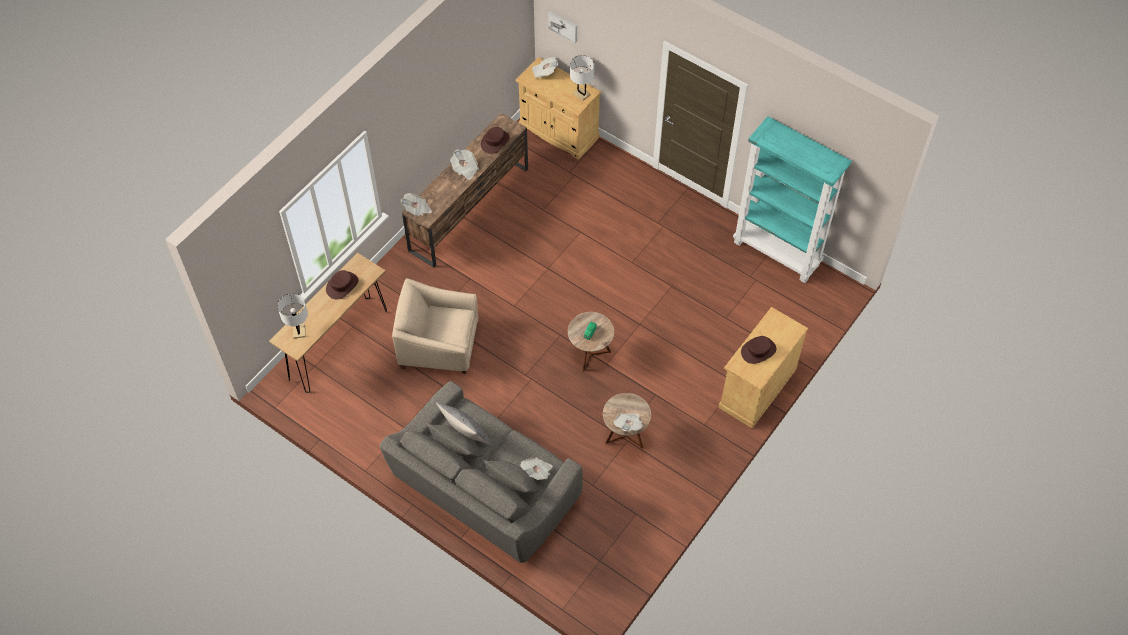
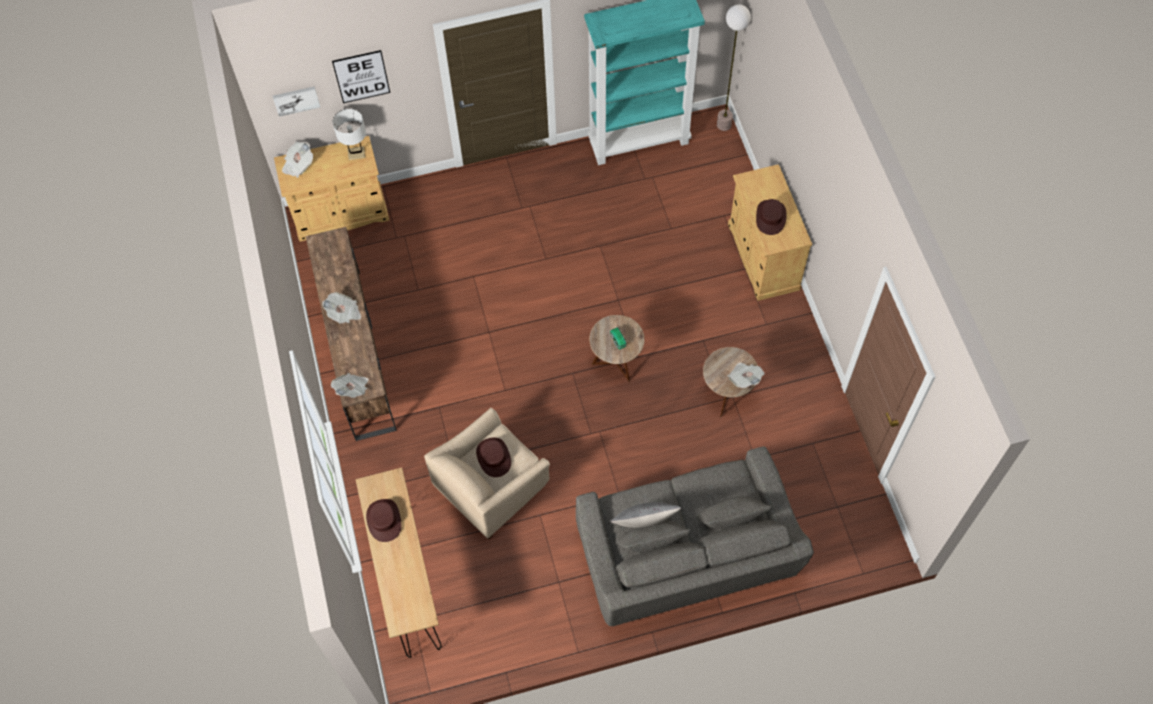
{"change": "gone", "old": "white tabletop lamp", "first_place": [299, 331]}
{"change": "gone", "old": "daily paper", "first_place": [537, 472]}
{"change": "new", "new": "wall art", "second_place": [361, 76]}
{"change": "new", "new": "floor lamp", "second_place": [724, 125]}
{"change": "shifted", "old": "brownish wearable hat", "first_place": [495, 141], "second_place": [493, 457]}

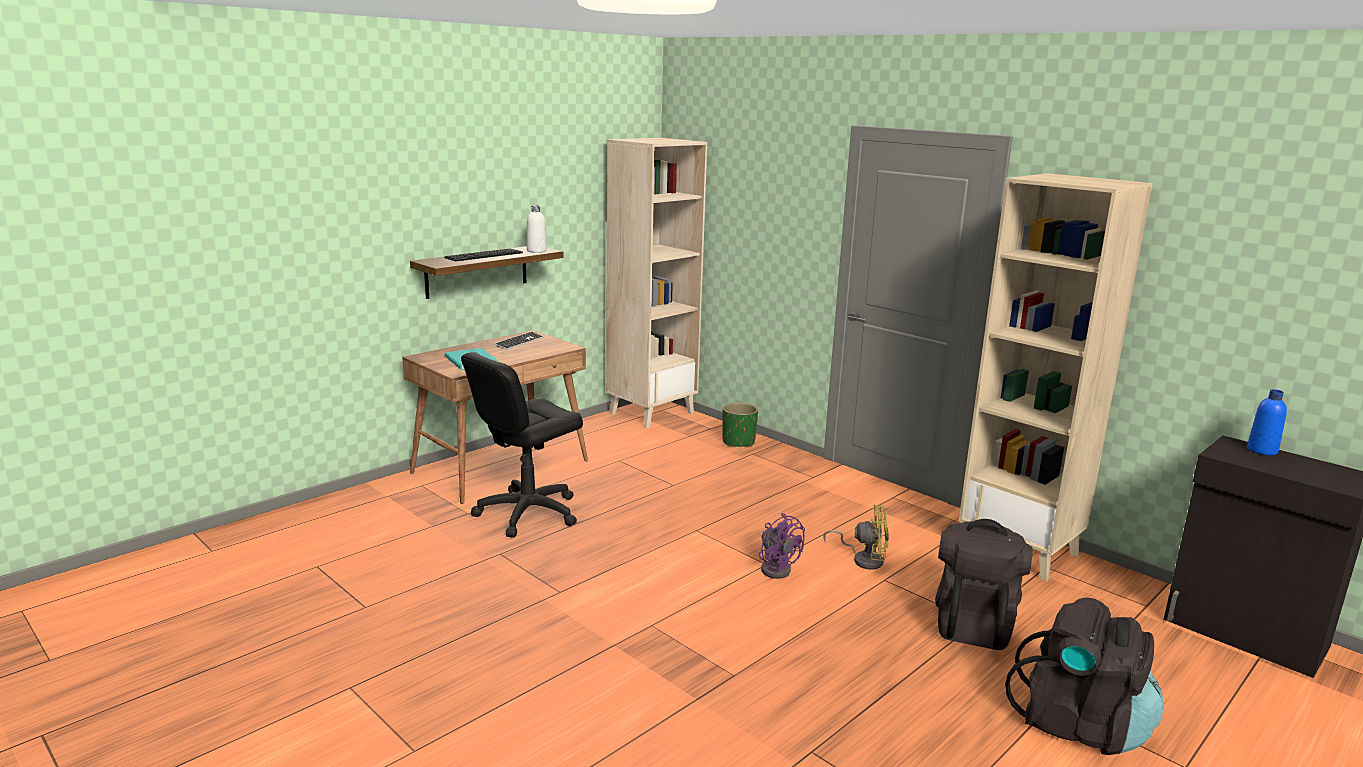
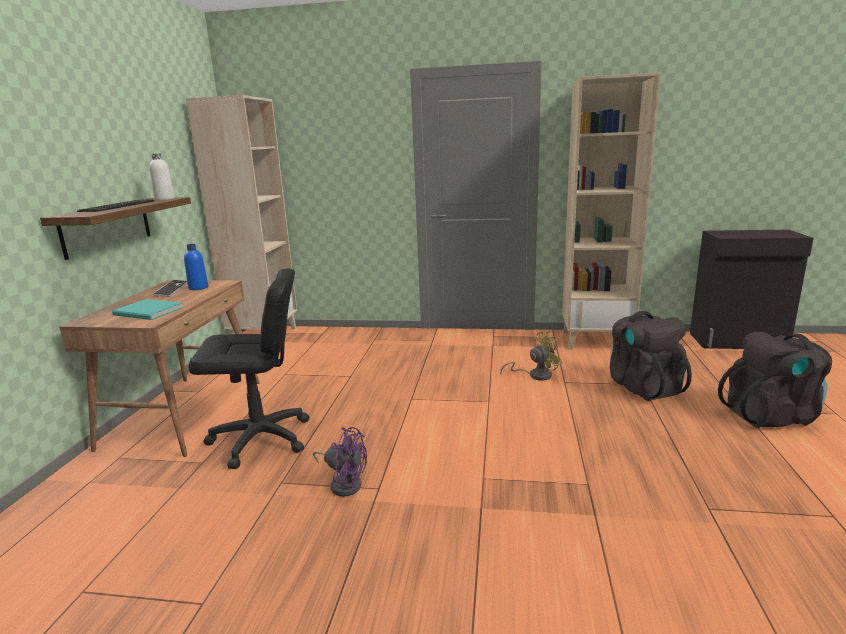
{"change": "gone", "old": "green-coloured plant pot", "first_place": [738, 442]}
{"change": "shifted", "old": "purple cooling fan", "first_place": [776, 568], "second_place": [344, 483]}
{"change": "shifted", "old": "bluish bottle", "first_place": [1262, 450], "second_place": [198, 288]}
{"change": "rotated", "old": "black-coloured computer chair", "first_place": [527, 513], "second_place": [260, 439], "degrees": -105}

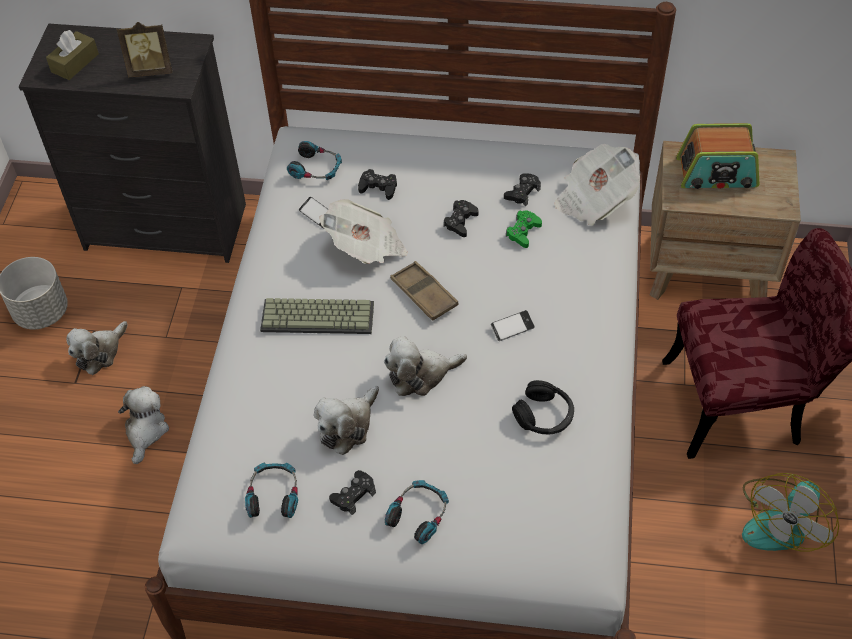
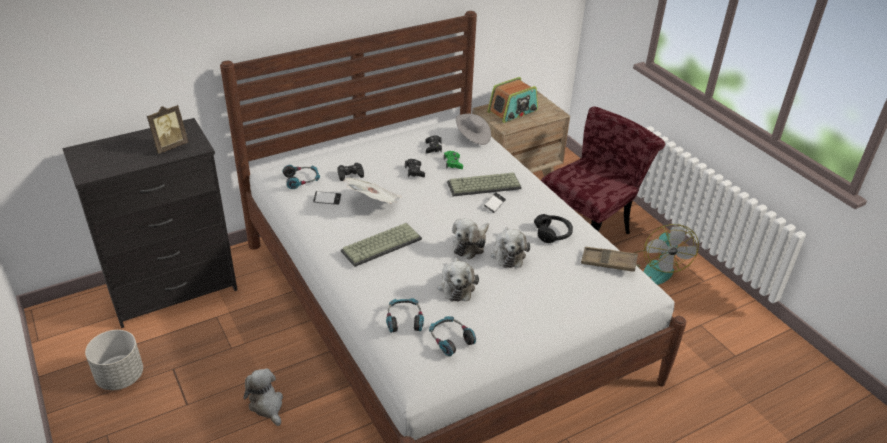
{"change": "gone", "old": "brownish tissue box", "first_place": [75, 63]}
{"change": "gone", "old": "black-coloured joypad", "first_place": [353, 495]}
{"change": "new", "new": "computer keyboard", "second_place": [483, 186]}
{"change": "shifted", "old": "soft toy", "first_place": [100, 353], "second_place": [508, 254]}
{"change": "shifted", "old": "headset", "first_place": [419, 515], "second_place": [404, 320]}
{"change": "shifted", "old": "brownish serving tray", "first_place": [424, 294], "second_place": [608, 262]}
{"change": "swapped", "old": "daily paper", "new": "grey wearable hat", "first_place": [594, 199], "second_place": [473, 137]}

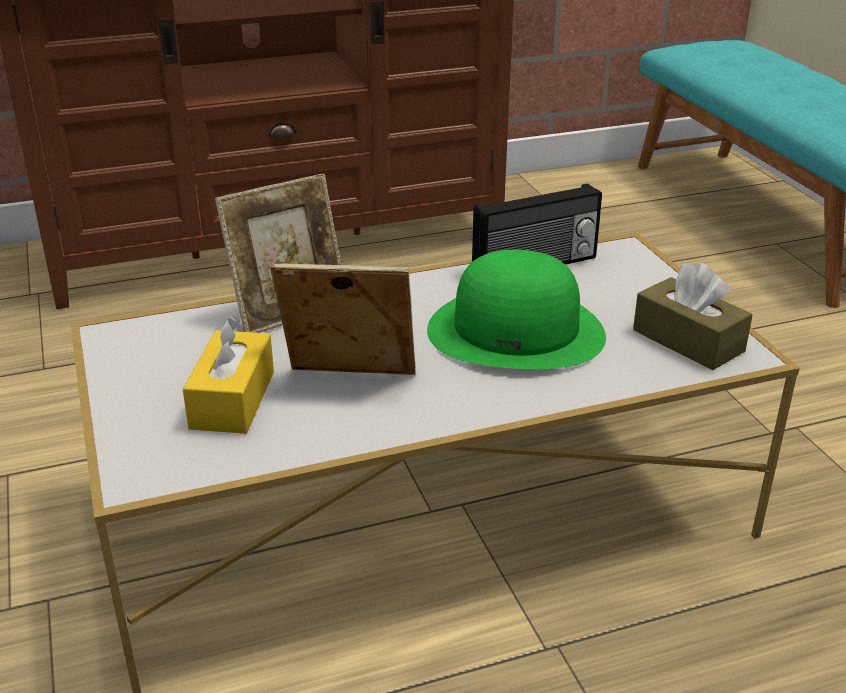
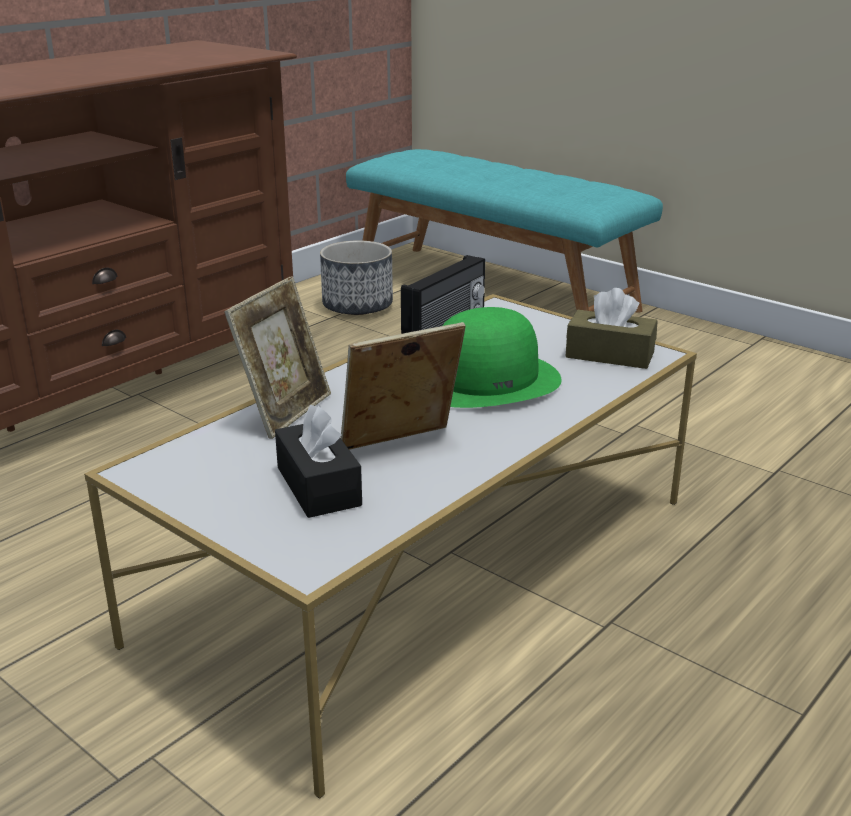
{"change": "new", "new": "plant pot", "second_place": [358, 306]}
{"change": "repainted", "old": "yellow-coloured tissue box", "new": "black-coloured tissue box", "first_place": [232, 400], "second_place": [318, 486]}

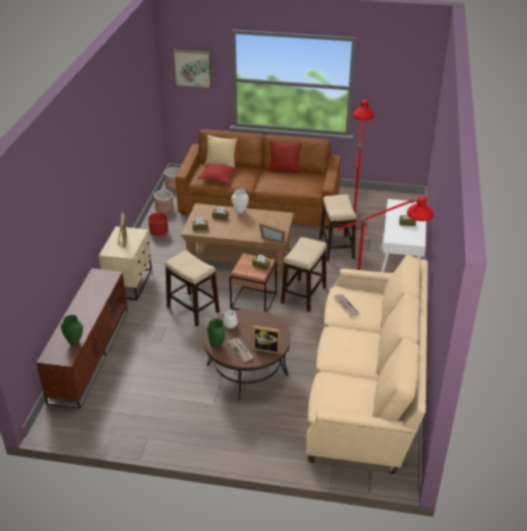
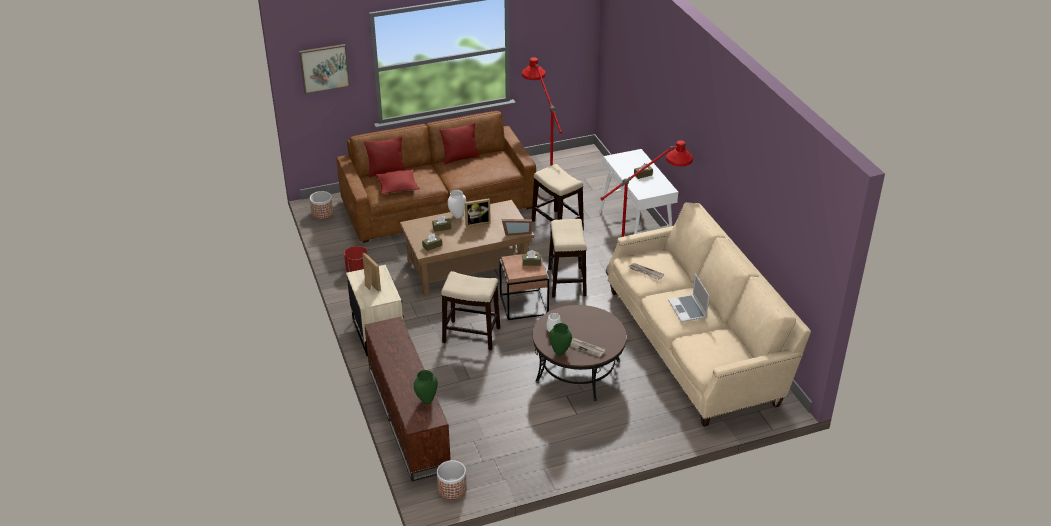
{"change": "new", "new": "portable computer", "second_place": [688, 309]}
{"change": "shifted", "old": "plant pot", "first_place": [164, 208], "second_place": [452, 489]}
{"change": "shifted", "old": "picture frame", "first_place": [267, 348], "second_place": [477, 222]}
{"change": "repainted", "old": "sand-coloured cushion", "new": "red-coloured cushion", "first_place": [221, 164], "second_place": [386, 172]}

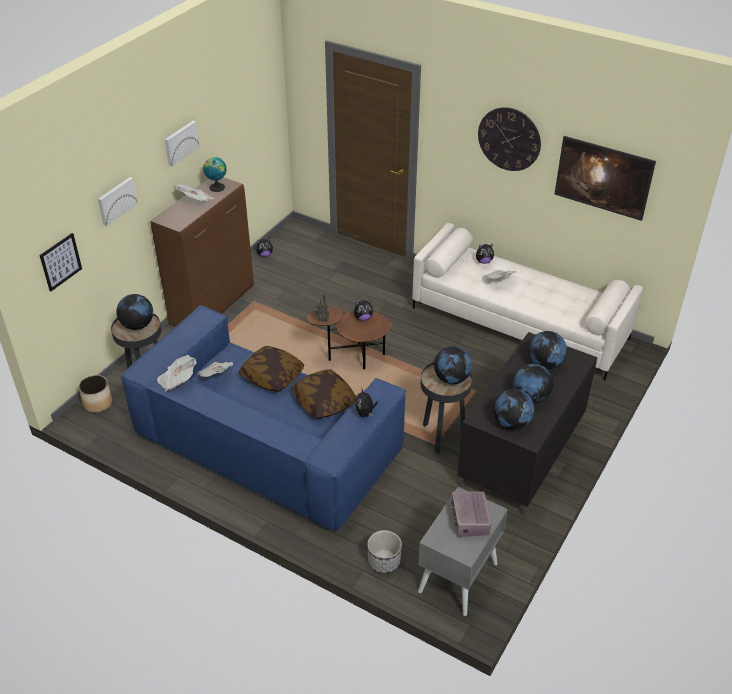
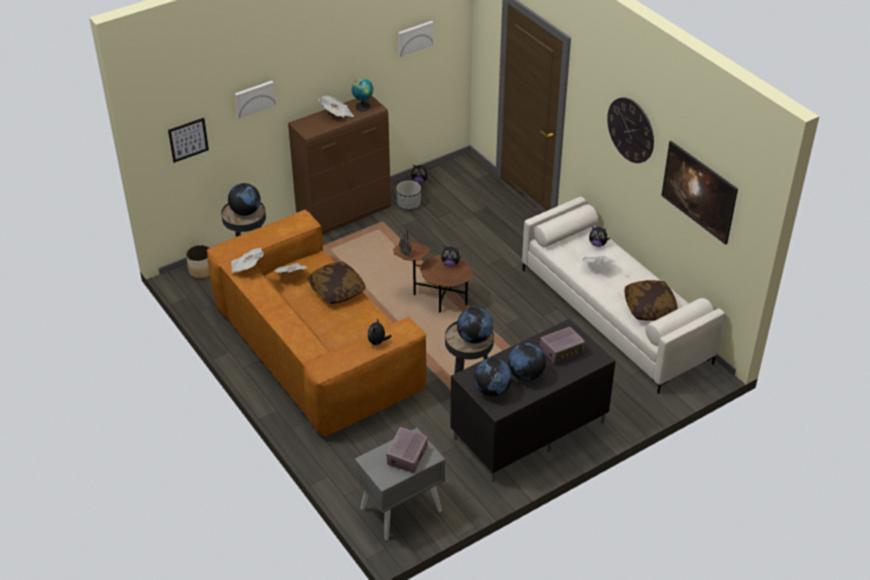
{"change": "shifted", "old": "wall art", "first_place": [180, 142], "second_place": [414, 38]}
{"change": "shifted", "old": "cushion", "first_place": [324, 402], "second_place": [649, 308]}
{"change": "shifted", "old": "plant pot", "first_place": [384, 561], "second_place": [408, 204]}
{"change": "swapped", "old": "globe", "new": "radio", "first_place": [545, 364], "second_place": [561, 351]}
{"change": "repainted", "old": "bluish sofa", "new": "brownish sofa", "first_place": [267, 442], "second_place": [316, 347]}

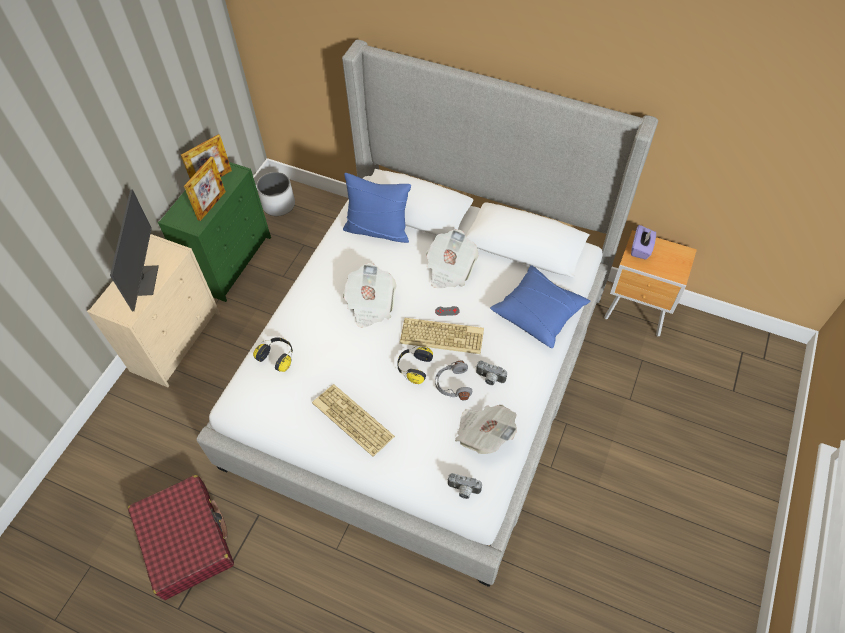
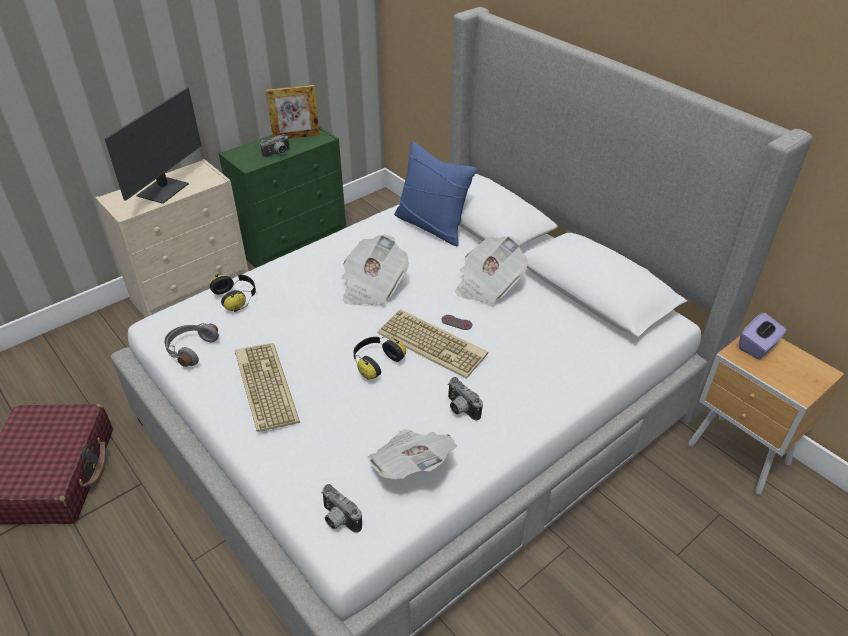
{"change": "gone", "old": "white plant pot", "first_place": [279, 205]}
{"change": "gone", "old": "bluish cushion", "first_place": [539, 313]}
{"change": "shifted", "old": "grey headset", "first_place": [452, 384], "second_place": [190, 349]}
{"change": "swapped", "old": "picture frame", "new": "photo camera", "first_place": [211, 205], "second_place": [278, 154]}

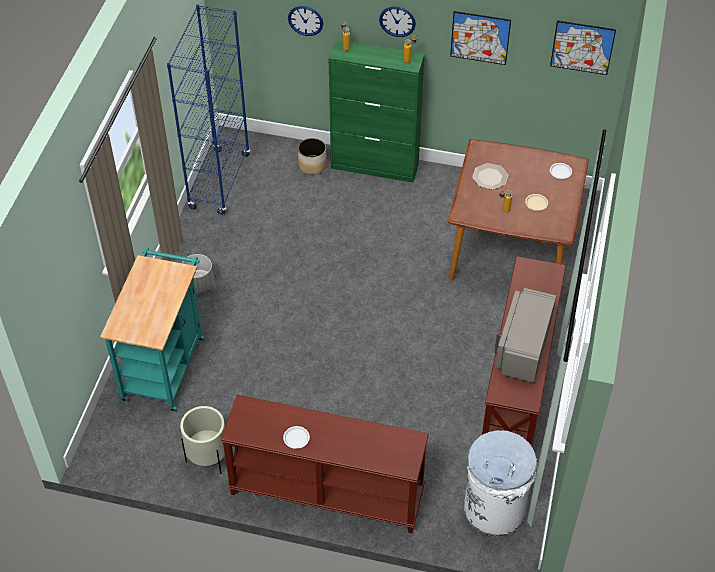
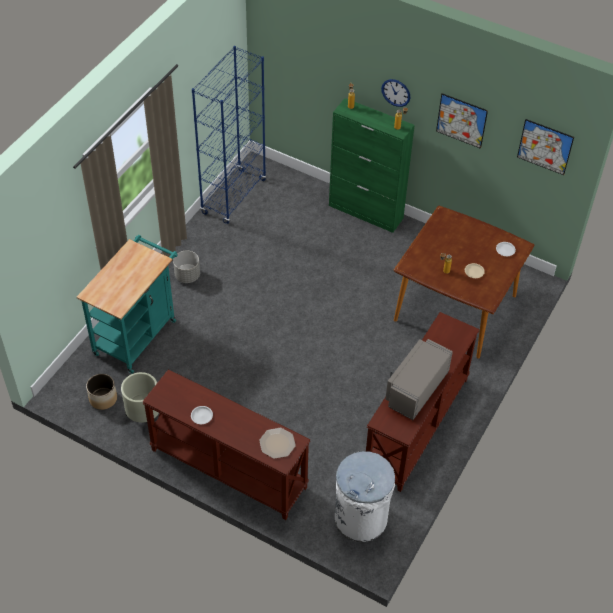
{"change": "gone", "old": "clock on the wall", "first_place": [305, 20]}
{"change": "shifted", "old": "plant pot", "first_place": [312, 165], "second_place": [103, 398]}
{"change": "shifted", "old": "flat dish", "first_place": [489, 177], "second_place": [277, 443]}

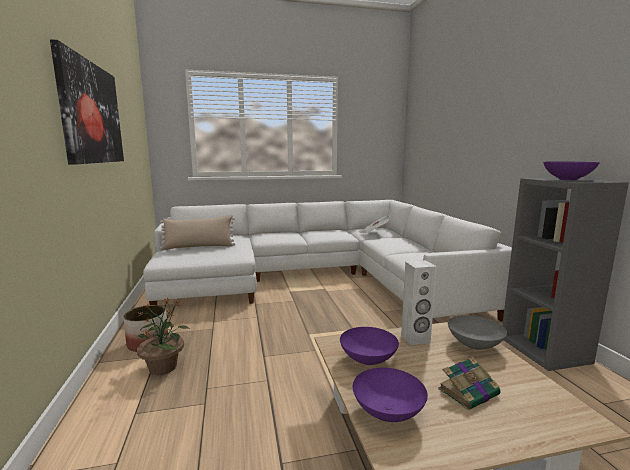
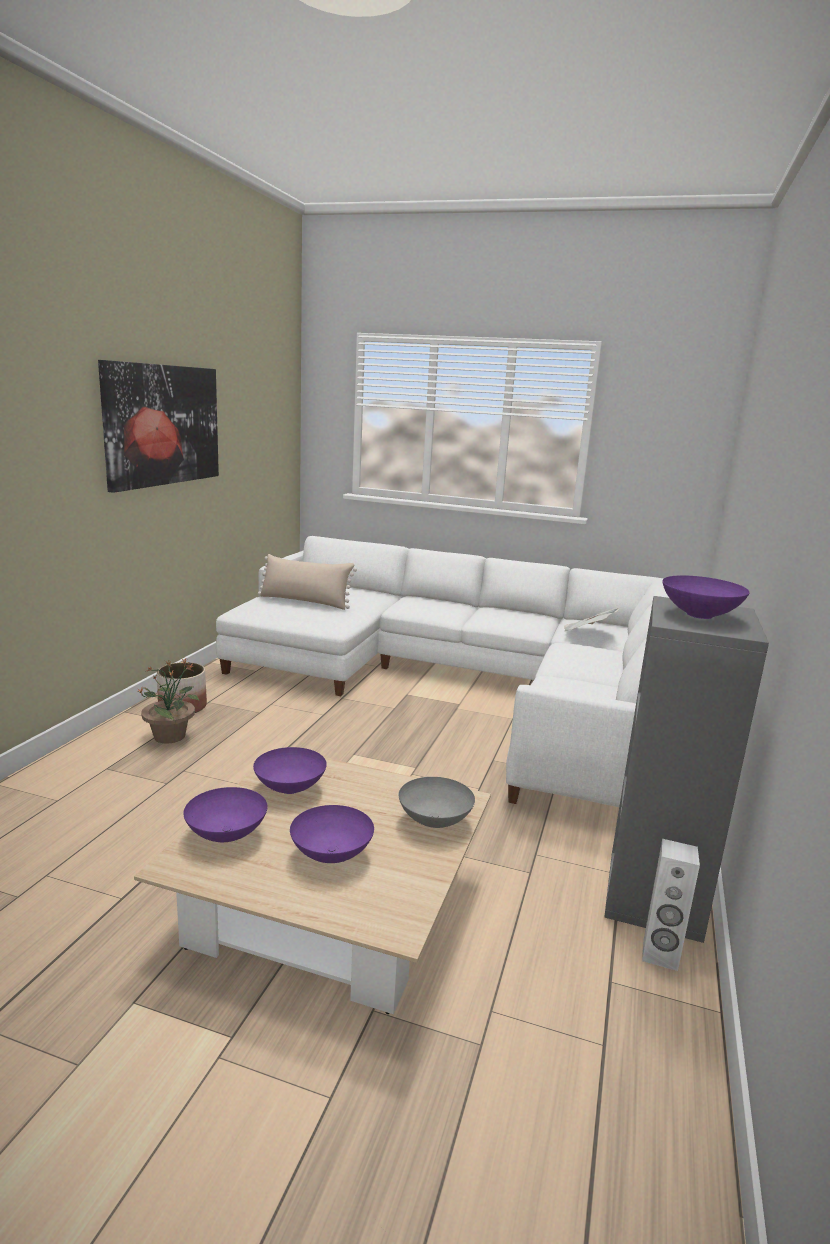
{"change": "shifted", "old": "white audio speaker", "first_place": [415, 339], "second_place": [660, 955]}
{"change": "swapped", "old": "bound book", "new": "purple bowl", "first_place": [469, 392], "second_place": [333, 854]}

